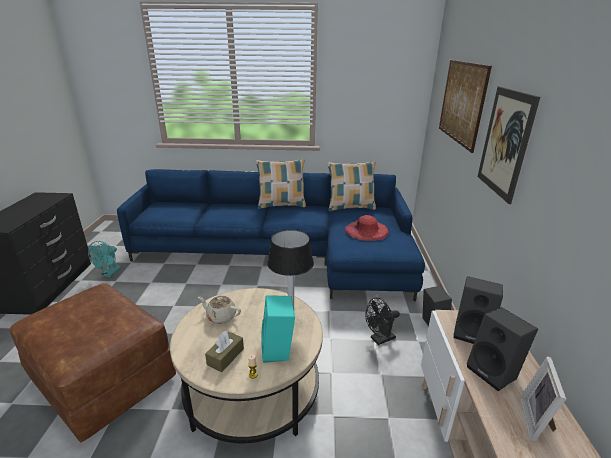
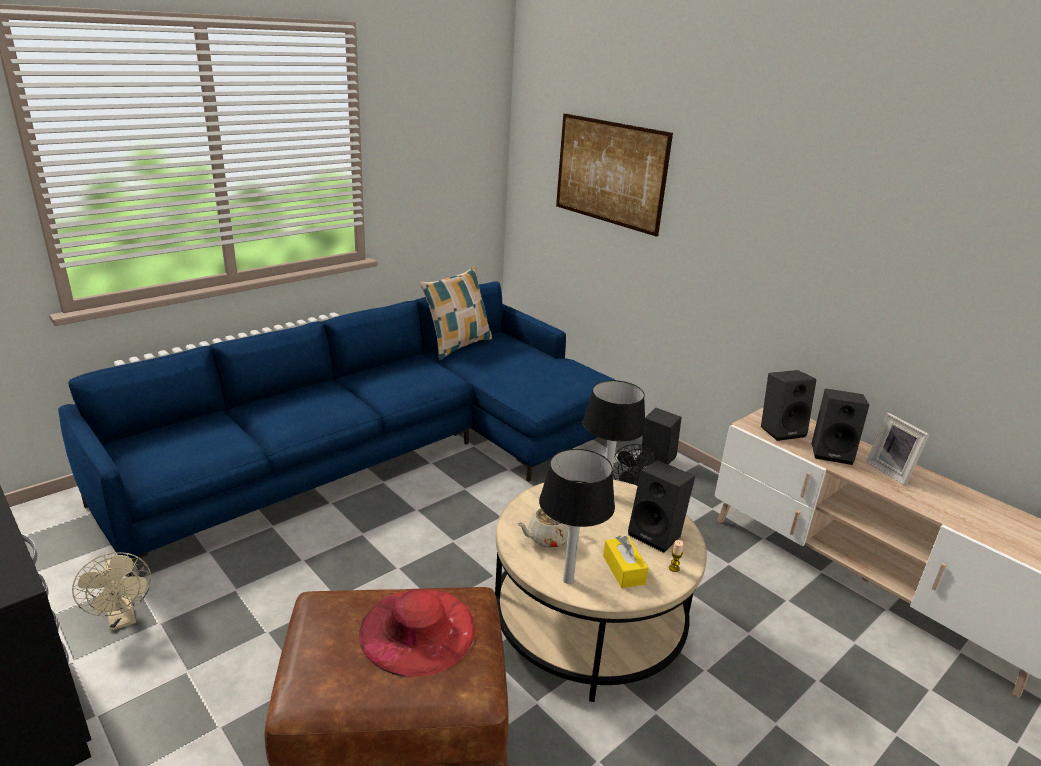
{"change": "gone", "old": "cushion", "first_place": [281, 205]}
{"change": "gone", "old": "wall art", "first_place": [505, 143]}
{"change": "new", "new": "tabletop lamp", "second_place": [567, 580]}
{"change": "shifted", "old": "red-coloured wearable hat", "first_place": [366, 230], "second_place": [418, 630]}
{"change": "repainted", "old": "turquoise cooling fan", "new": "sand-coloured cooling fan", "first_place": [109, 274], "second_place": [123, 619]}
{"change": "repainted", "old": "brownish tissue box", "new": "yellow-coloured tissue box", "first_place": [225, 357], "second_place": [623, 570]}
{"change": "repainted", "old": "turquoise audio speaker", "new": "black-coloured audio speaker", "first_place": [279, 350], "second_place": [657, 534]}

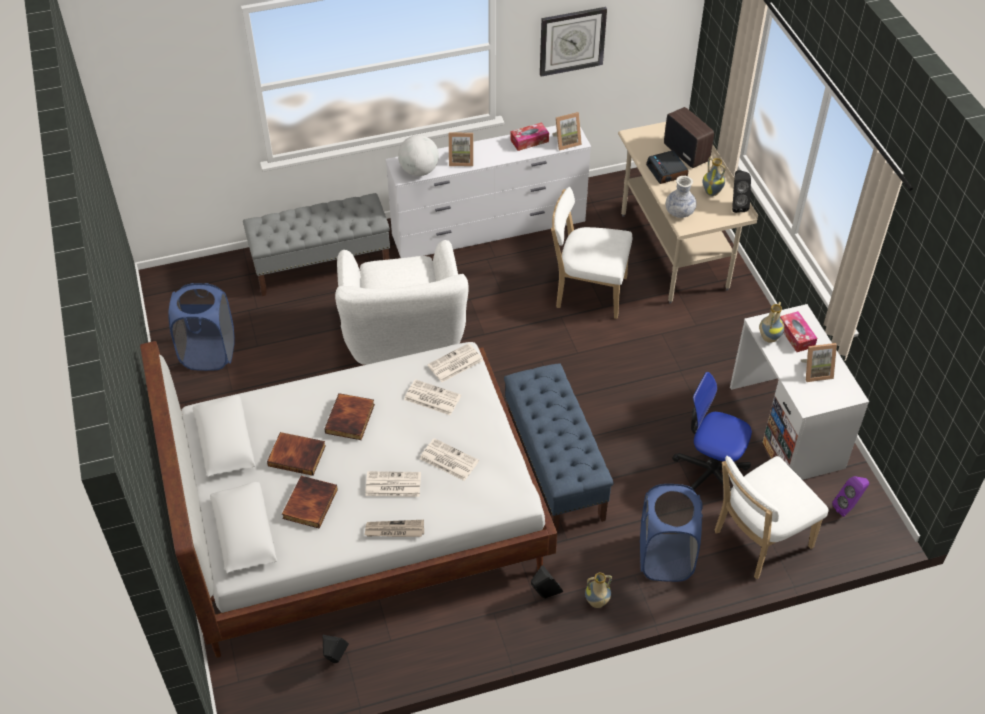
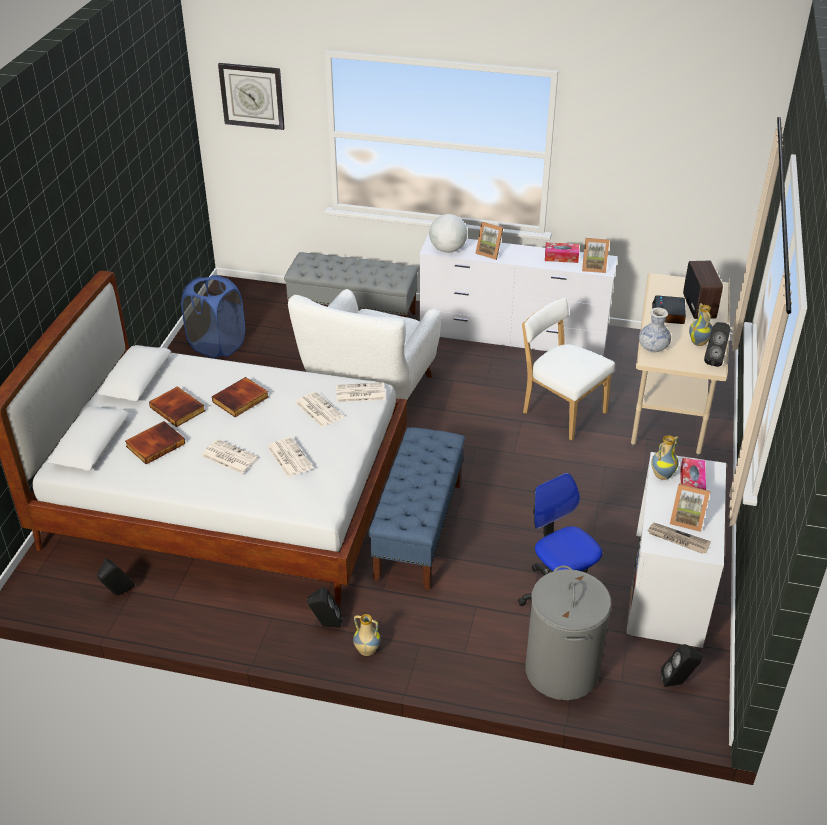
{"change": "gone", "old": "bluish hamper", "first_place": [665, 558]}
{"change": "shifted", "old": "daily paper", "first_place": [394, 530], "second_place": [677, 539]}
{"change": "shifted", "old": "clock on the wall", "first_place": [572, 40], "second_place": [252, 96]}
{"change": "swapped", "old": "white plain chair", "new": "grey hamper", "first_place": [758, 541], "second_place": [561, 670]}
{"change": "repainted", "old": "purple audio speaker", "new": "black-coloured audio speaker", "first_place": [847, 507], "second_place": [677, 682]}

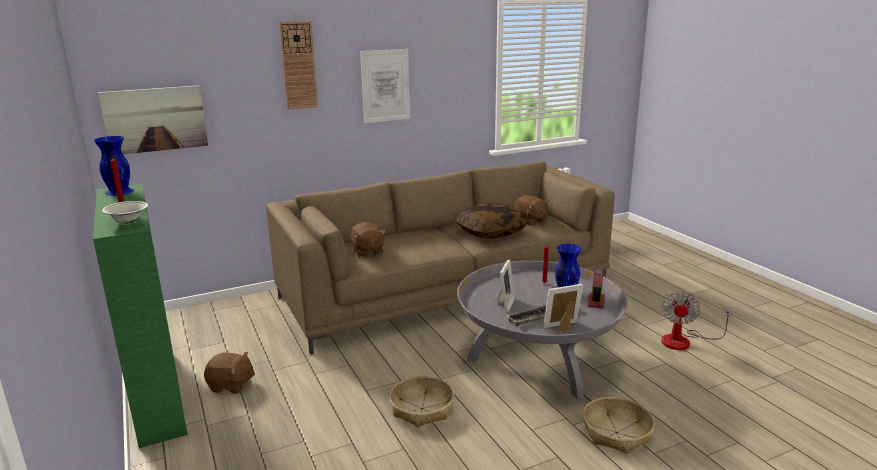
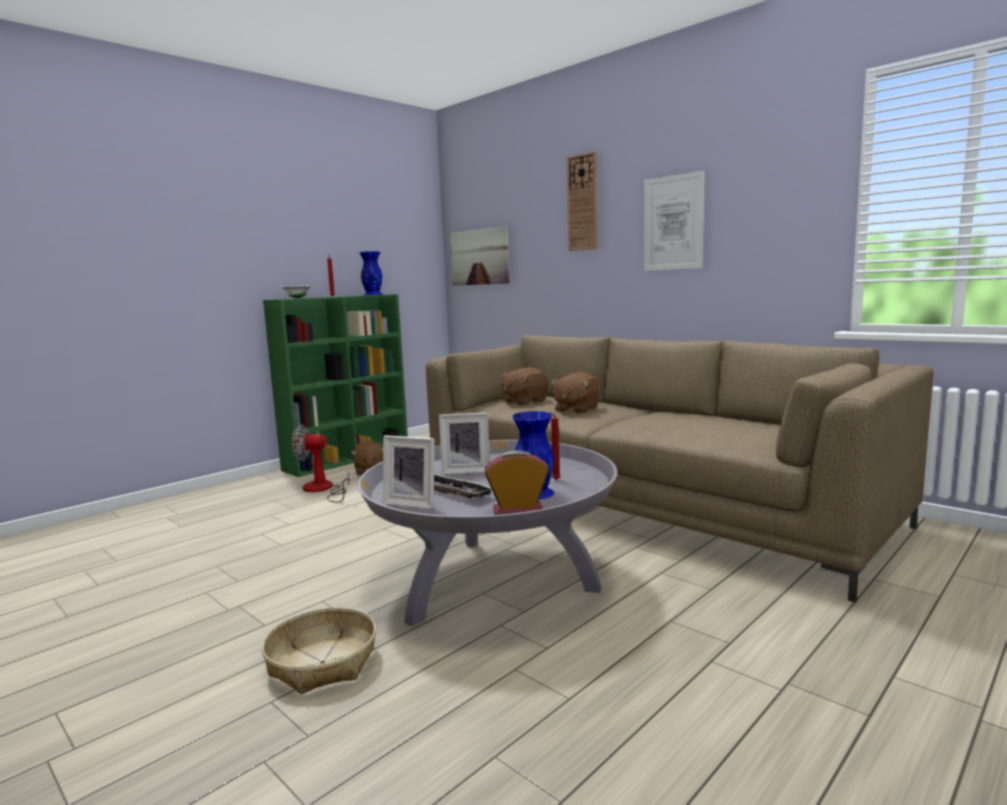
{"change": "gone", "old": "household basket", "first_place": [422, 408]}
{"change": "gone", "old": "cushion", "first_place": [490, 232]}
{"change": "shifted", "old": "brownish soft toy", "first_place": [530, 221], "second_place": [575, 409]}
{"change": "shifted", "old": "cooling fan", "first_place": [684, 341], "second_place": [322, 490]}
{"change": "rotated", "old": "picture frame", "first_place": [563, 327], "second_place": [413, 502], "degrees": 150}

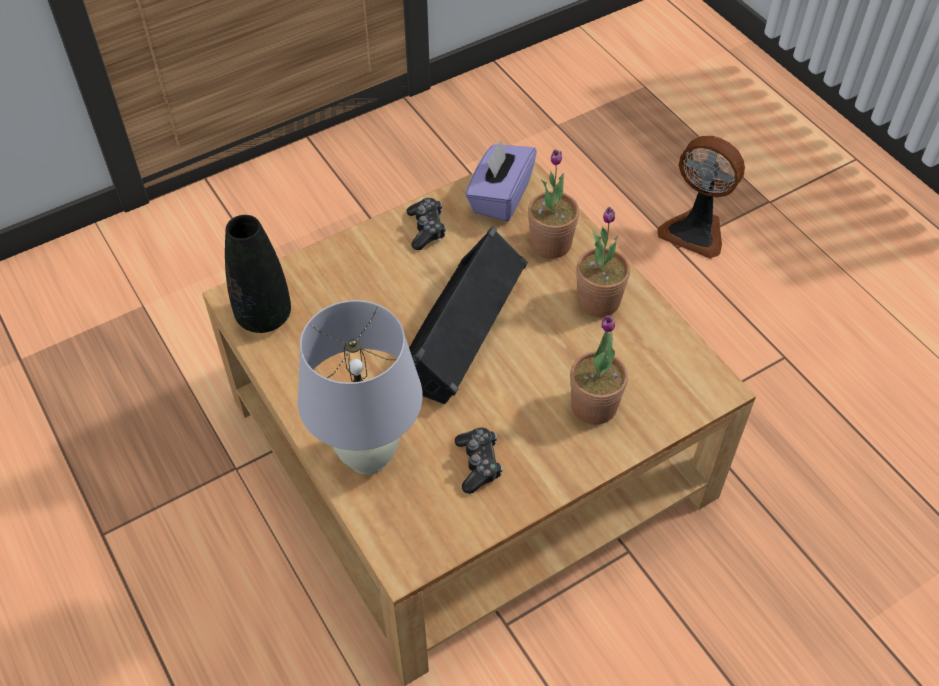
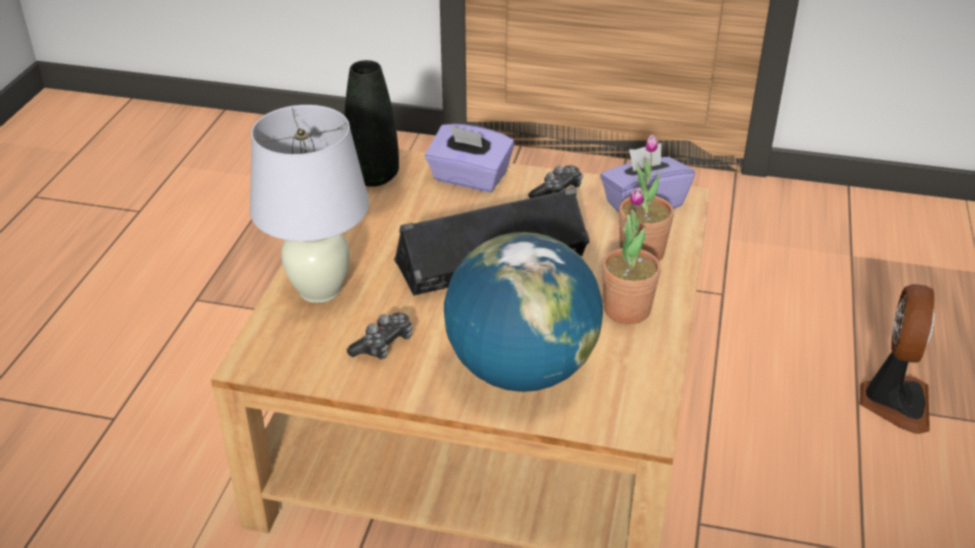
{"change": "new", "new": "purple tissue box", "second_place": [469, 178]}
{"change": "swapped", "old": "houseplant", "new": "globe", "first_place": [594, 406], "second_place": [521, 369]}
{"change": "rotated", "old": "cooling fan", "first_place": [695, 230], "second_place": [893, 401], "degrees": -150}

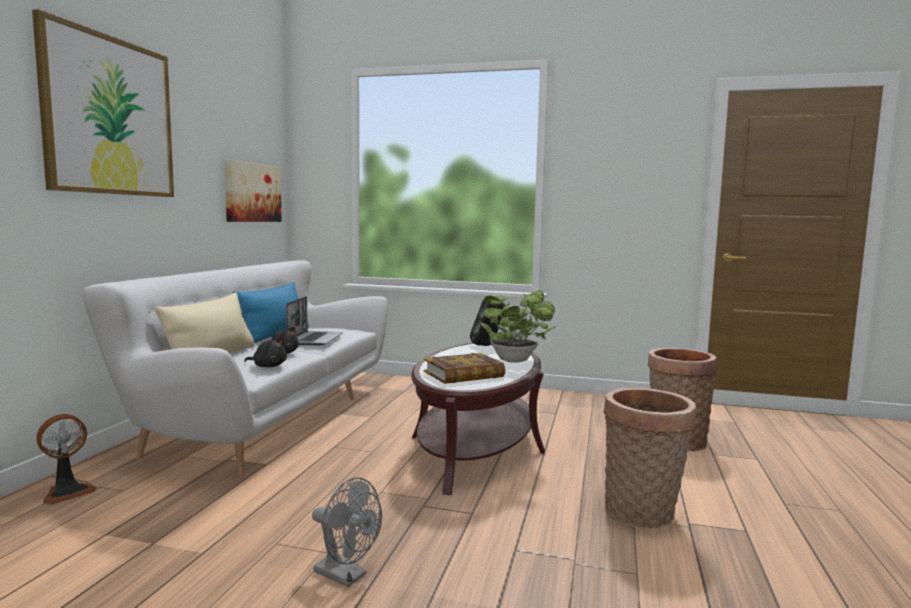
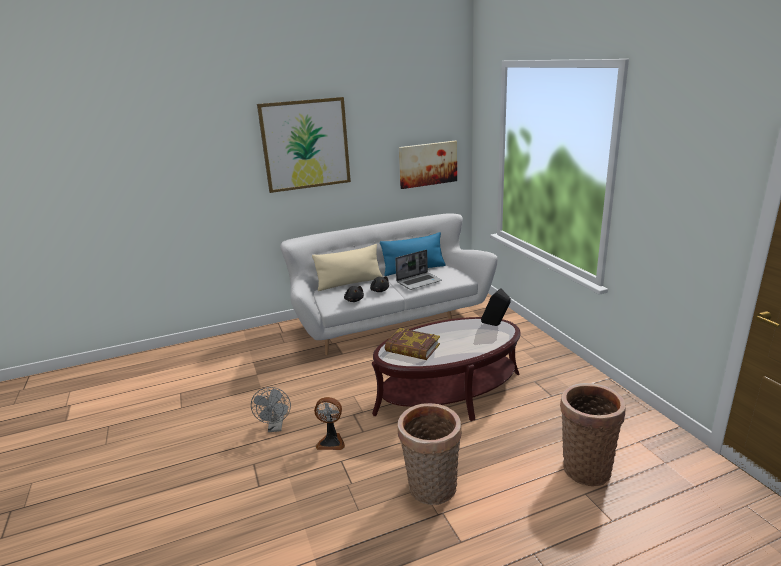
{"change": "gone", "old": "houseplant", "first_place": [516, 361]}
{"change": "shifted", "old": "cooling fan", "first_place": [67, 492], "second_place": [331, 441]}

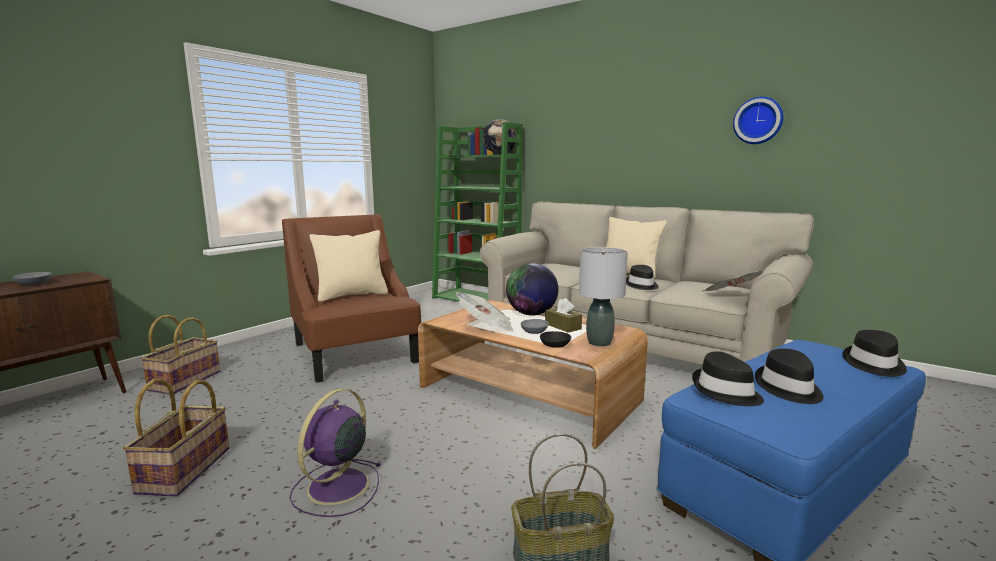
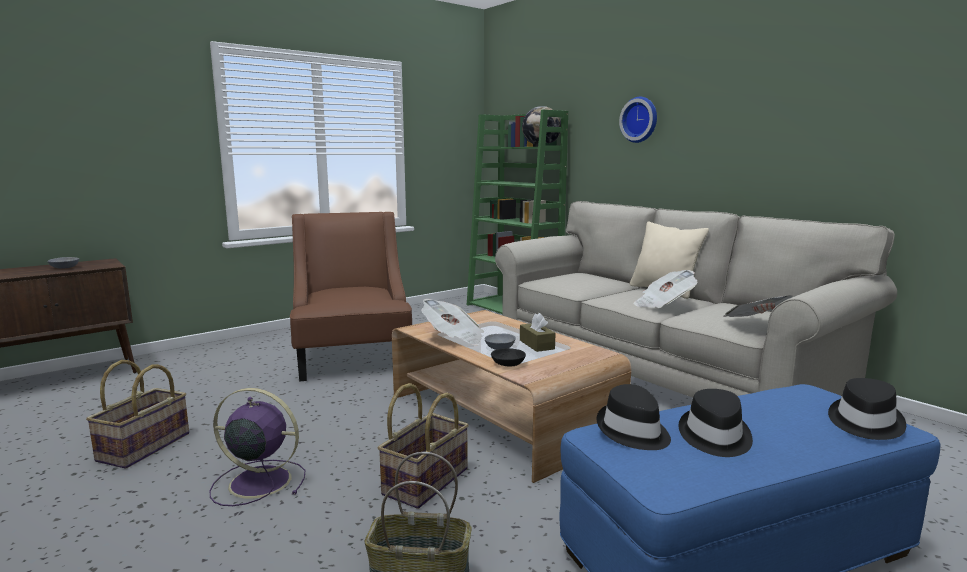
{"change": "gone", "old": "sand-coloured cushion", "first_place": [352, 295]}
{"change": "gone", "old": "globe", "first_place": [531, 314]}
{"change": "gone", "old": "grey tabletop lamp", "first_place": [599, 342]}
{"change": "shifted", "old": "household basket", "first_place": [185, 381], "second_place": [425, 481]}
{"change": "shifted", "old": "clock on the wall", "first_place": [758, 120], "second_place": [640, 120]}
{"change": "swapped", "old": "black-coloured wearable hat", "new": "daily paper", "first_place": [641, 285], "second_place": [663, 305]}
{"change": "rotated", "old": "purple cooling fan", "first_place": [336, 487], "second_place": [257, 482], "degrees": 60}

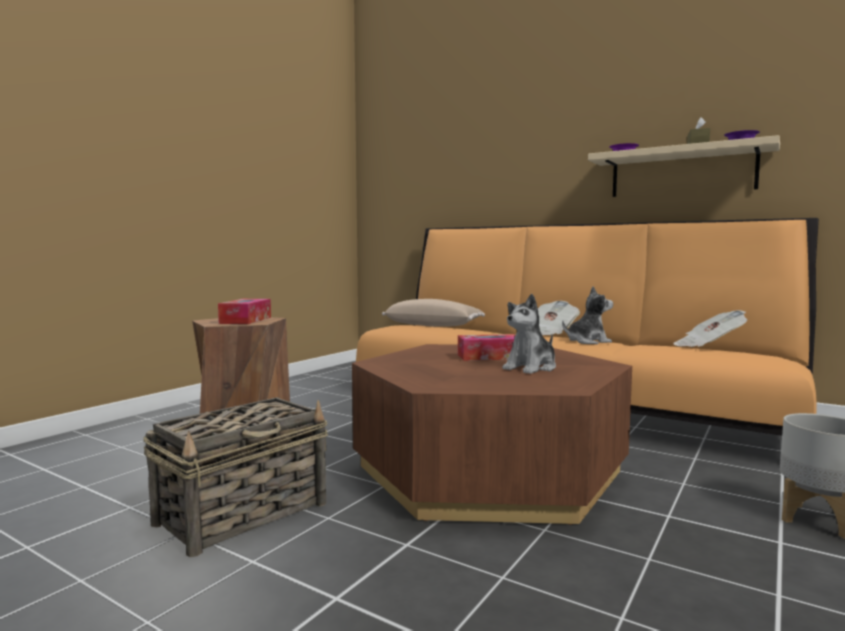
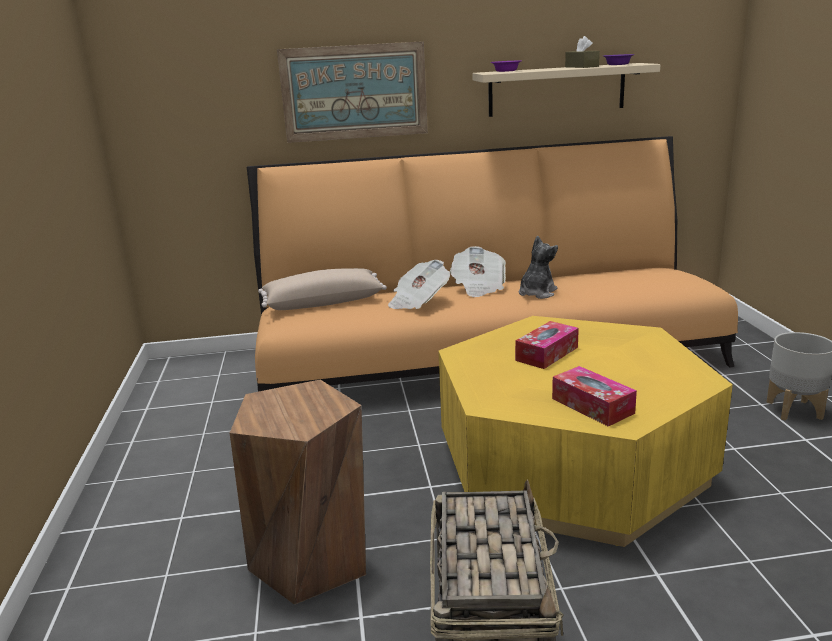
{"change": "gone", "old": "soft toy", "first_place": [531, 368]}
{"change": "new", "new": "wall art", "second_place": [354, 92]}
{"change": "shifted", "old": "tissue box", "first_place": [246, 320], "second_place": [592, 406]}
{"change": "shifted", "old": "daily paper", "first_place": [708, 346], "second_place": [418, 301]}
{"change": "repainted", "old": "brownish coffee table", "new": "yellow-coloured coffee table", "first_place": [489, 470], "second_place": [571, 464]}

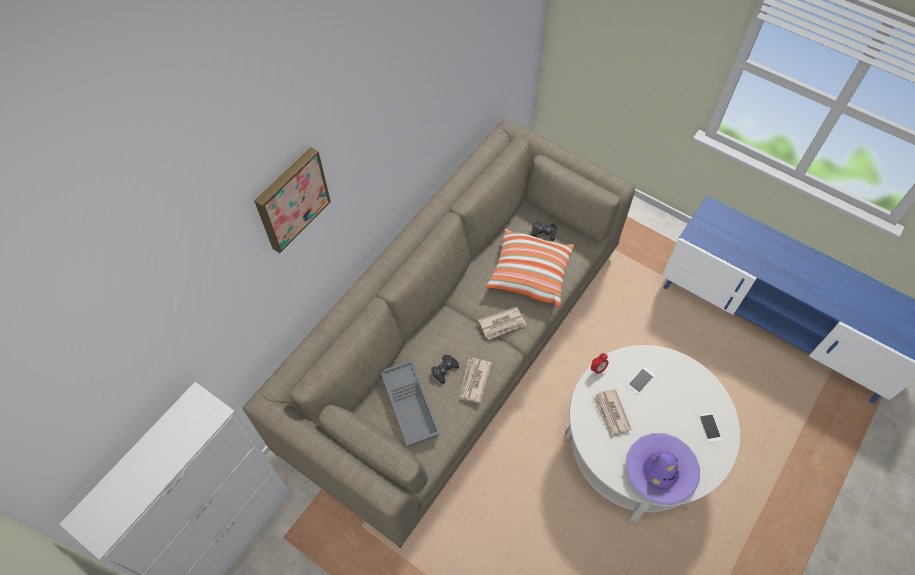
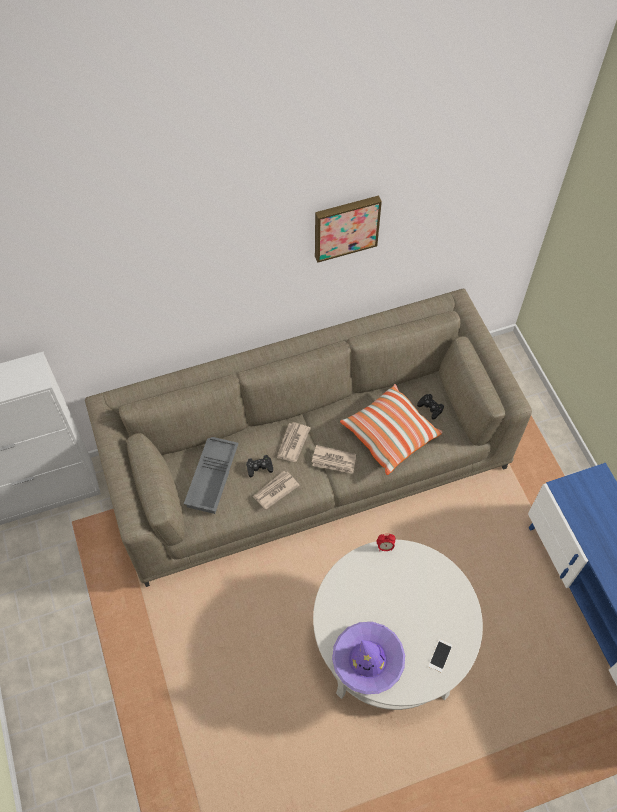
{"change": "gone", "old": "handset", "first_place": [641, 380]}
{"change": "shifted", "old": "wall art", "first_place": [291, 199], "second_place": [345, 226]}
{"change": "shifted", "old": "daily paper", "first_place": [611, 414], "second_place": [292, 443]}

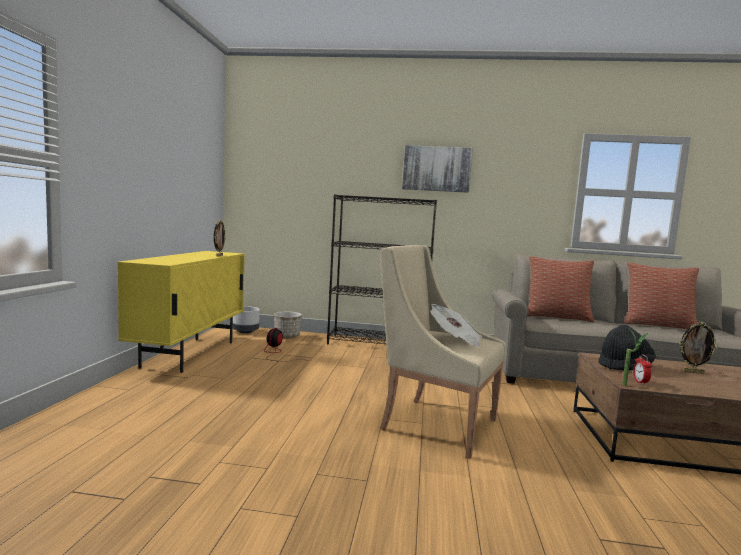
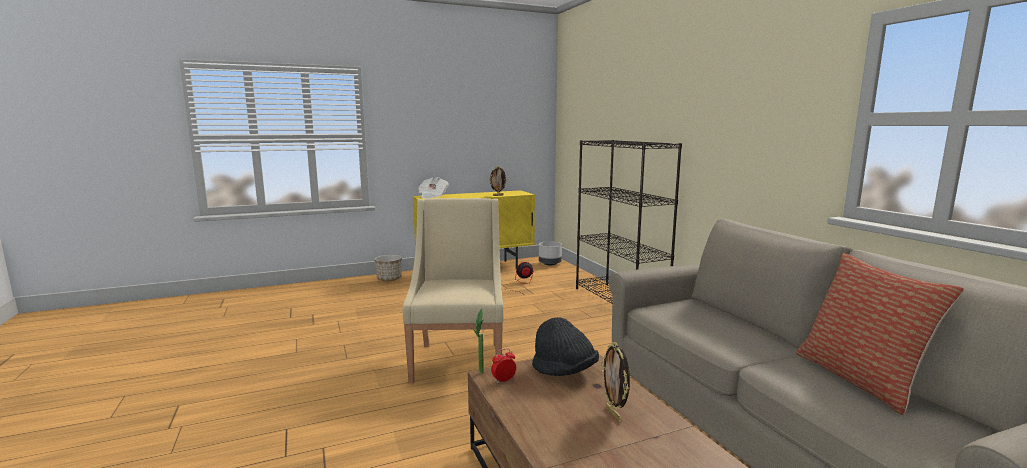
{"change": "gone", "old": "wall art", "first_place": [436, 169]}
{"change": "gone", "old": "cushion", "first_place": [556, 317]}
{"change": "shifted", "old": "plant pot", "first_place": [287, 336], "second_place": [389, 279]}
{"change": "shifted", "old": "daily paper", "first_place": [455, 340], "second_place": [432, 196]}

